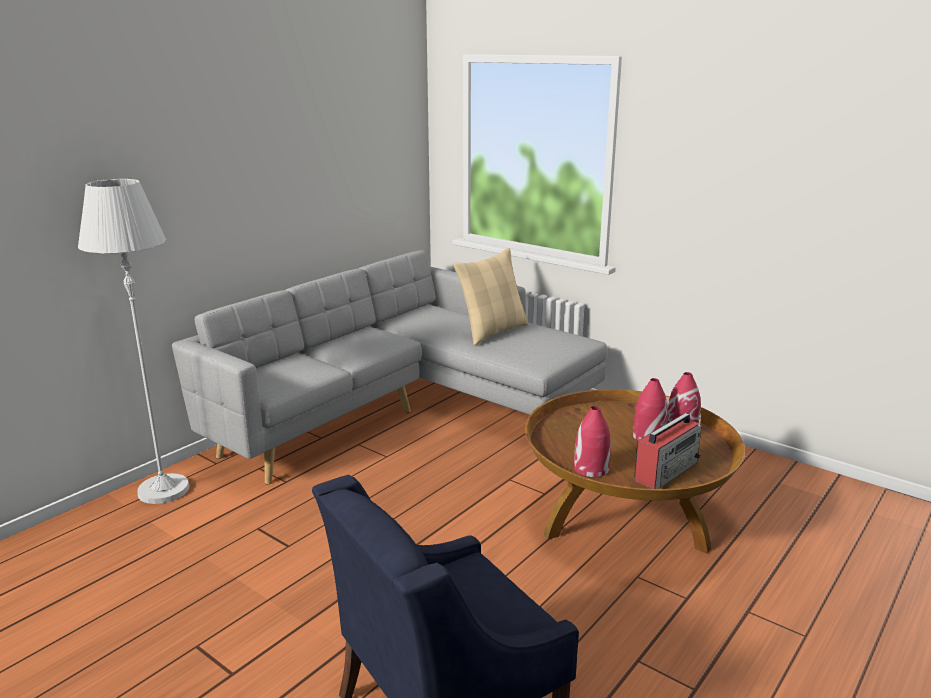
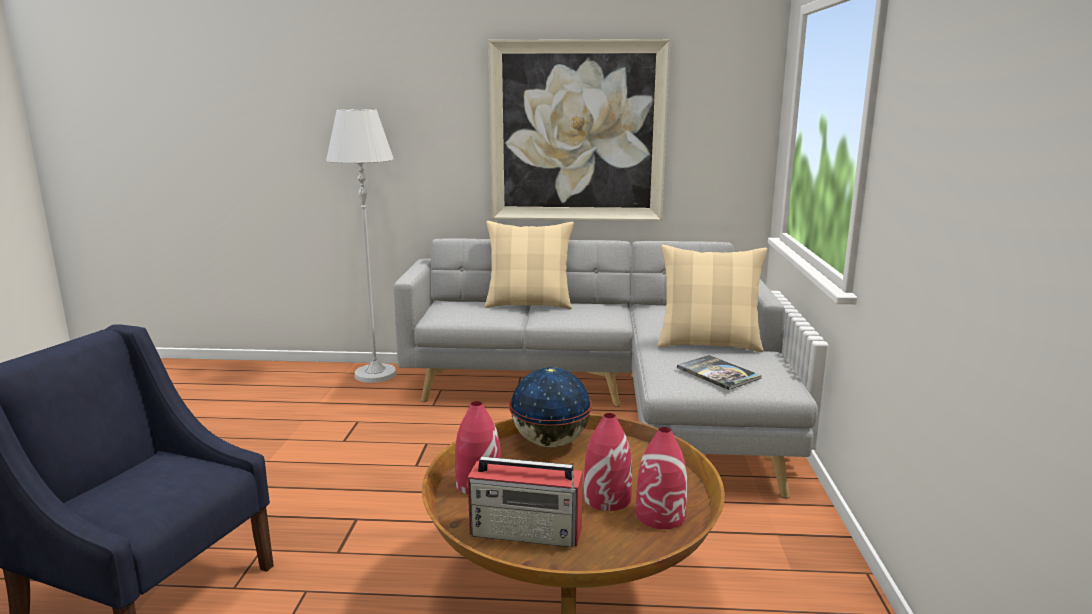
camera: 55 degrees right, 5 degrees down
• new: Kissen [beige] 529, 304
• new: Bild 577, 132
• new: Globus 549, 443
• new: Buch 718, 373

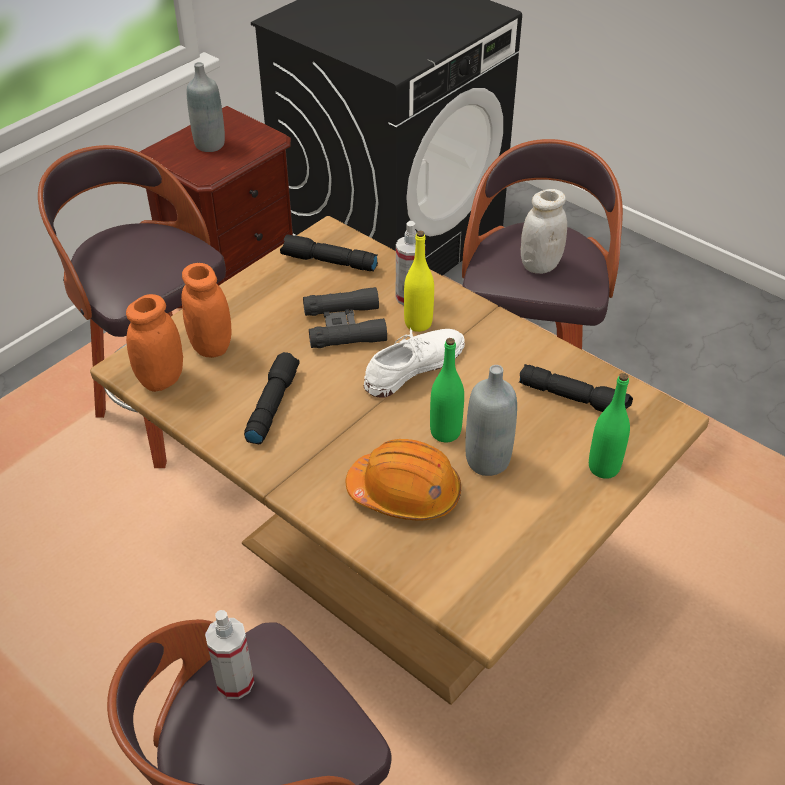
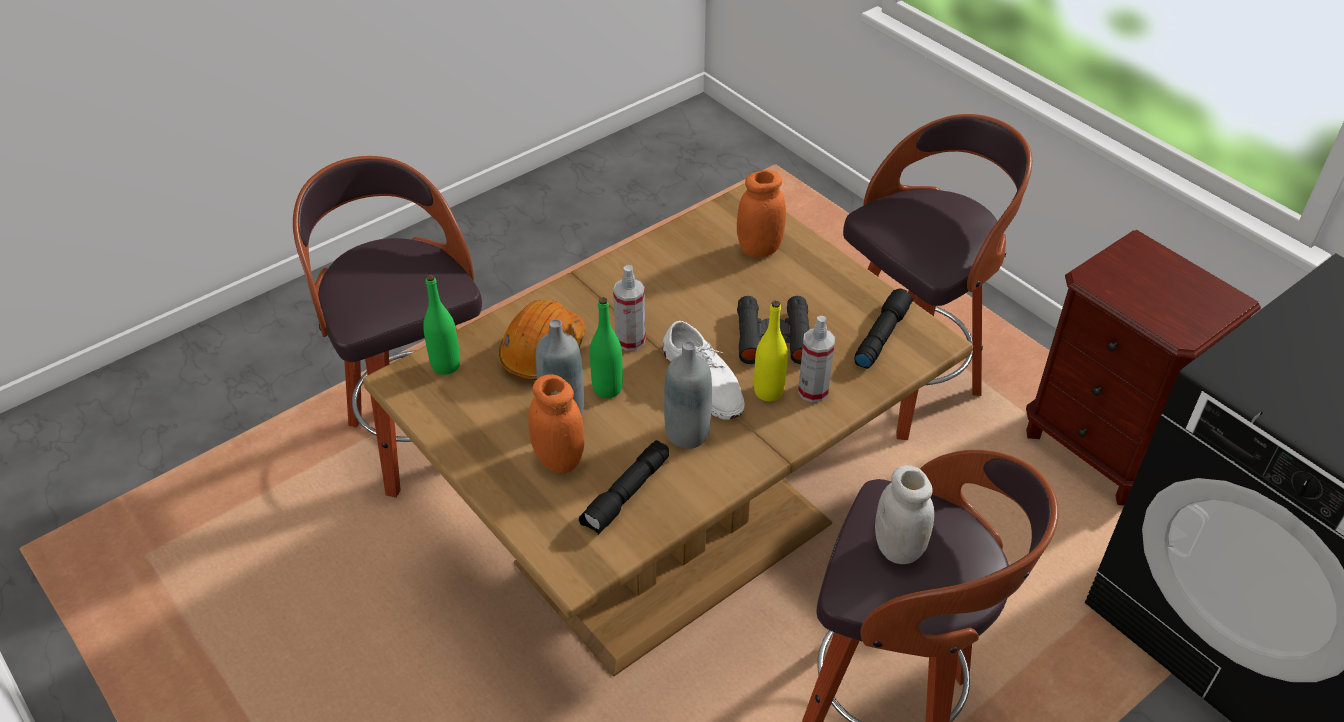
camera: 100 degrees right, 0 degrees up
• gone: Taschenlampe [schwarz] 271, 405
• shifted: Vorratsglas [orange] 161, 379 to 559, 459
• shifted: Flasche [grau] 210, 144 to 687, 434
• shifted: Sprühflasche 235, 682 to 630, 340
• shifted: Flasche [grün] 603, 467 to 446, 365

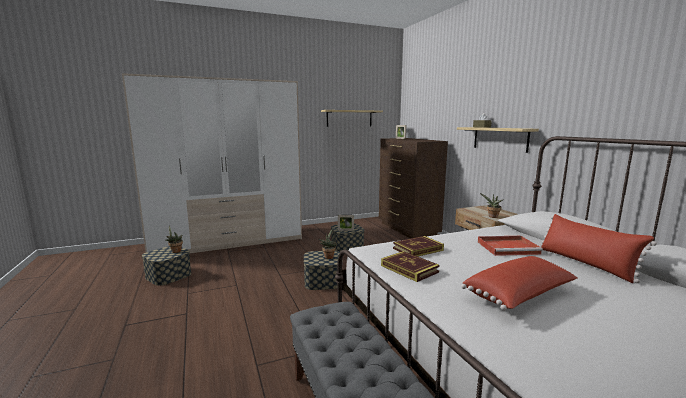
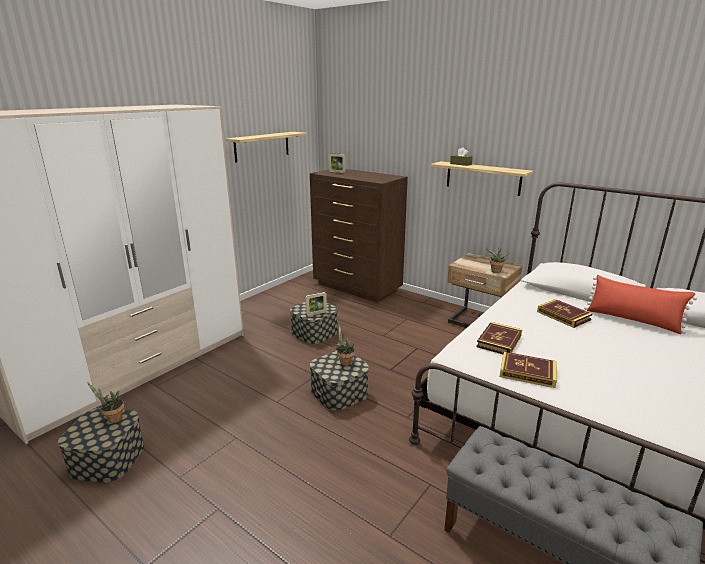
camera: 30 degrees left, 10 degrees up
• gone: Kissen [rot] 520, 296
• swapped: Tablett [rot] 508, 247 to Buch 563, 316

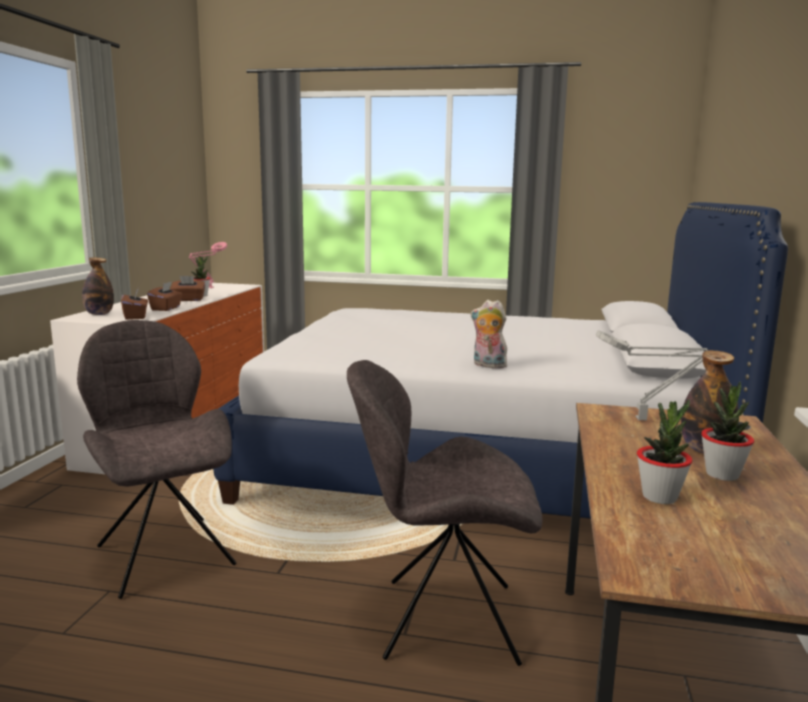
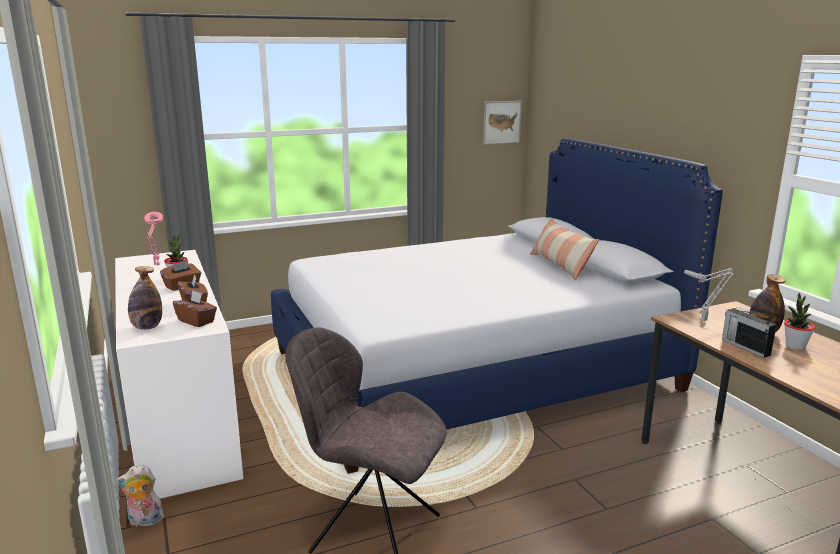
camera: 35 degrees left, 5 degrees up
• gone: Stuhl [grau] 443, 620
• gone: Topfpflanze 659, 497
• new: Bild 501, 122
• new: Kissen 560, 265
• new: Radio 744, 347
• shifted: Plüschtier 487, 365 to 144, 521

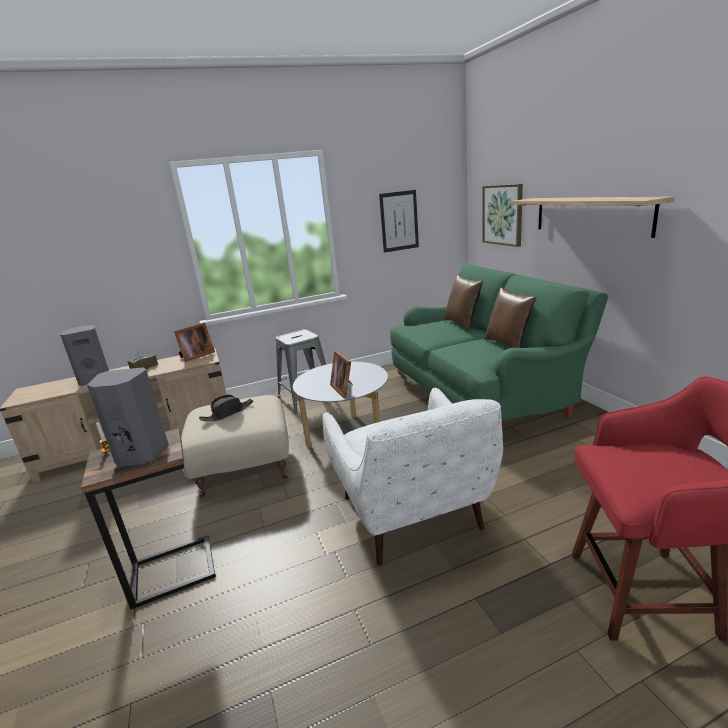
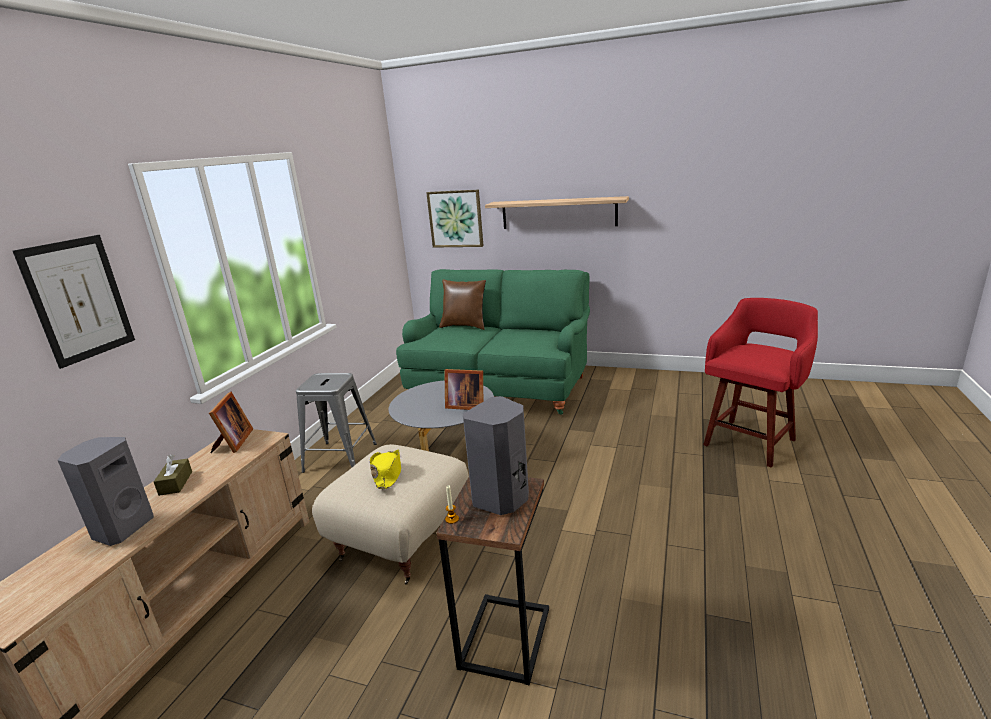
camera: 50 degrees left, 0 degrees up
• gone: Sessel [weiß] 412, 518
• gone: Kissen [braun] 508, 345
• shifted: Bild 399, 221 to 79, 299
• repainted: Hut [schwarz] 228, 413 to Hut [gelb] 387, 473

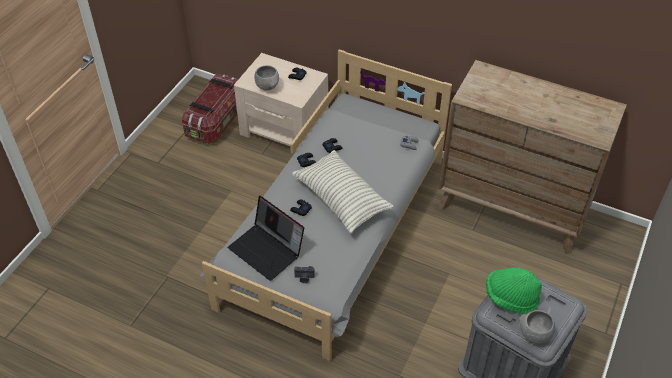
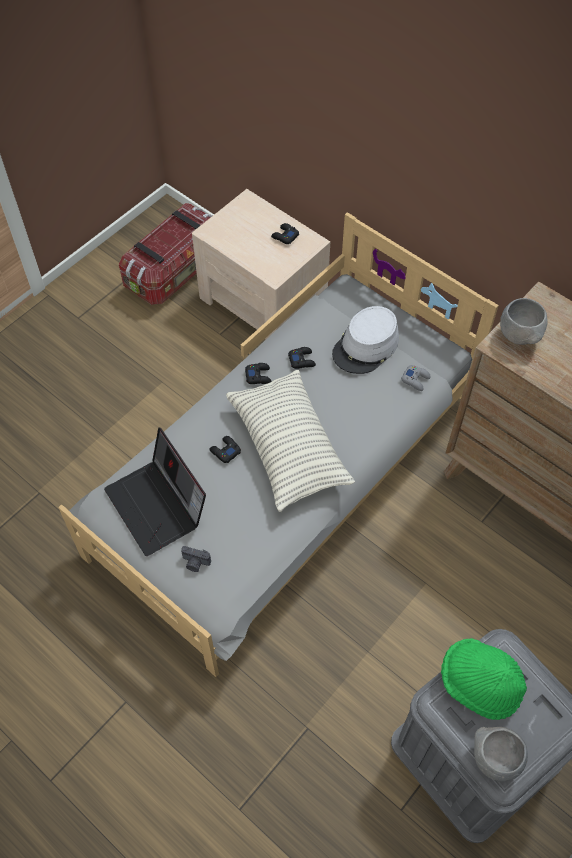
camera: 15 degrees right, 10 degrees up
• new: Hut [grau] 366, 346
• shifted: Schüssel [grau] 267, 87 to 518, 337

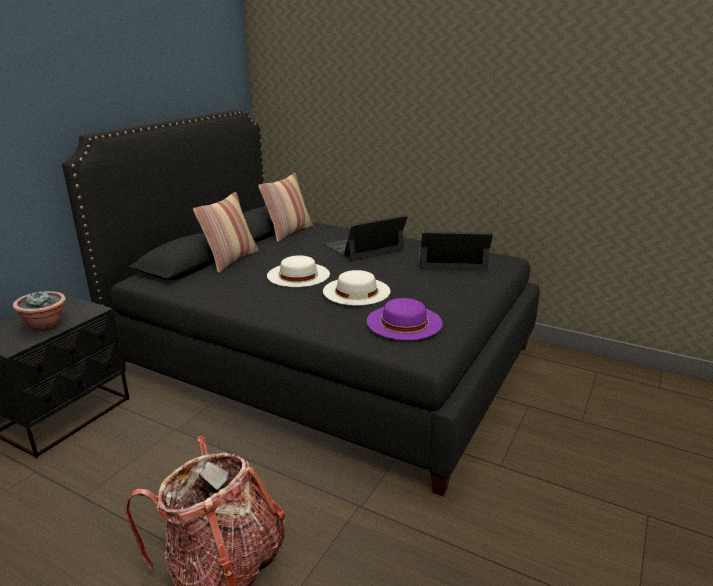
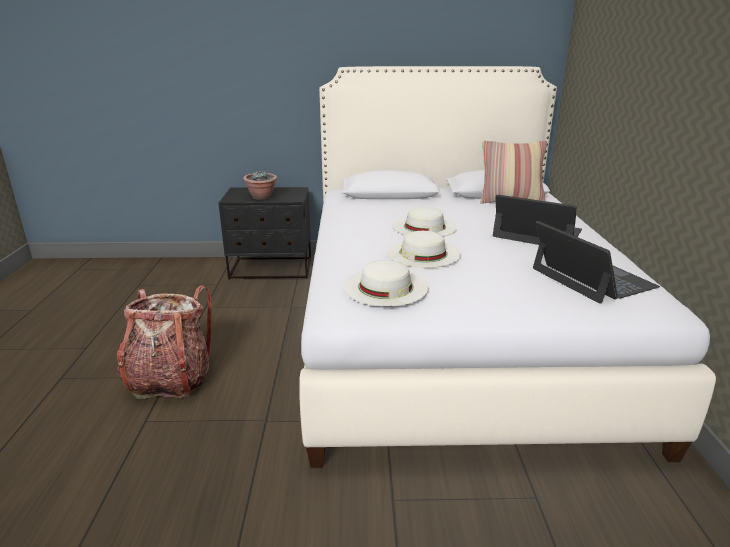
camera: 60 degrees right, 0 degrees up
• gone: Kissen 231, 260
• repainted: Bett [schwarz] 325, 358 to Bett [weiß] 451, 330
• repainted: Hut [lila] 404, 322 to Hut [weiß] 385, 287

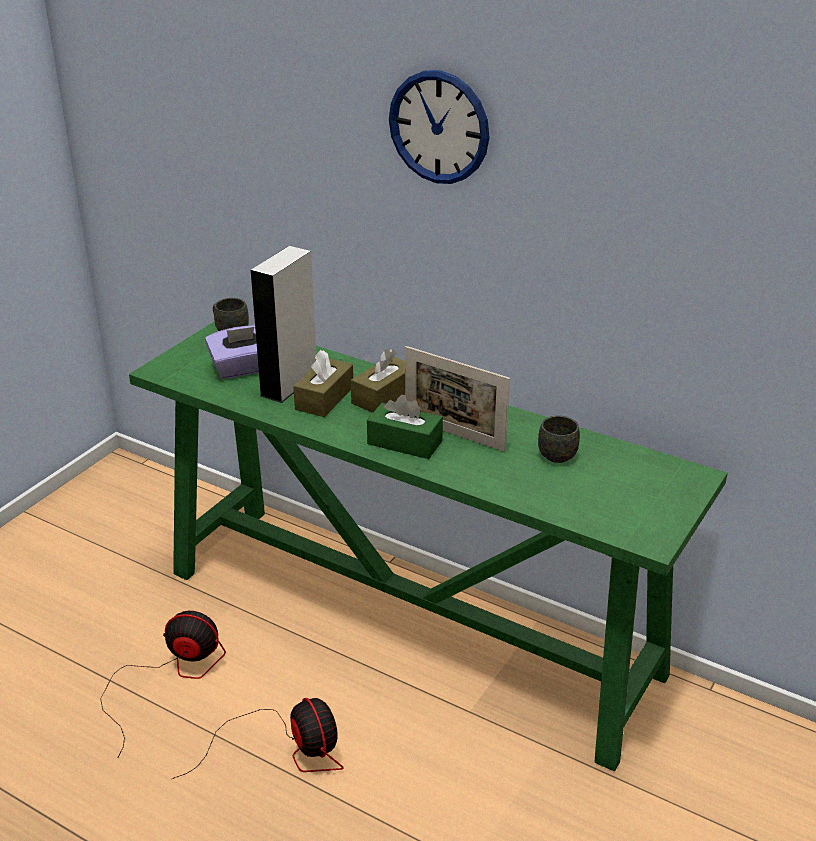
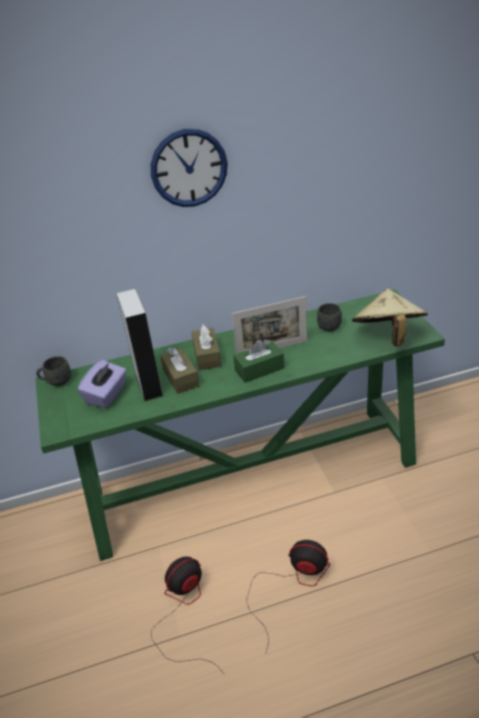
camera: 45 degrees left, 5 degrees up
• new: Hut [beige] 387, 336

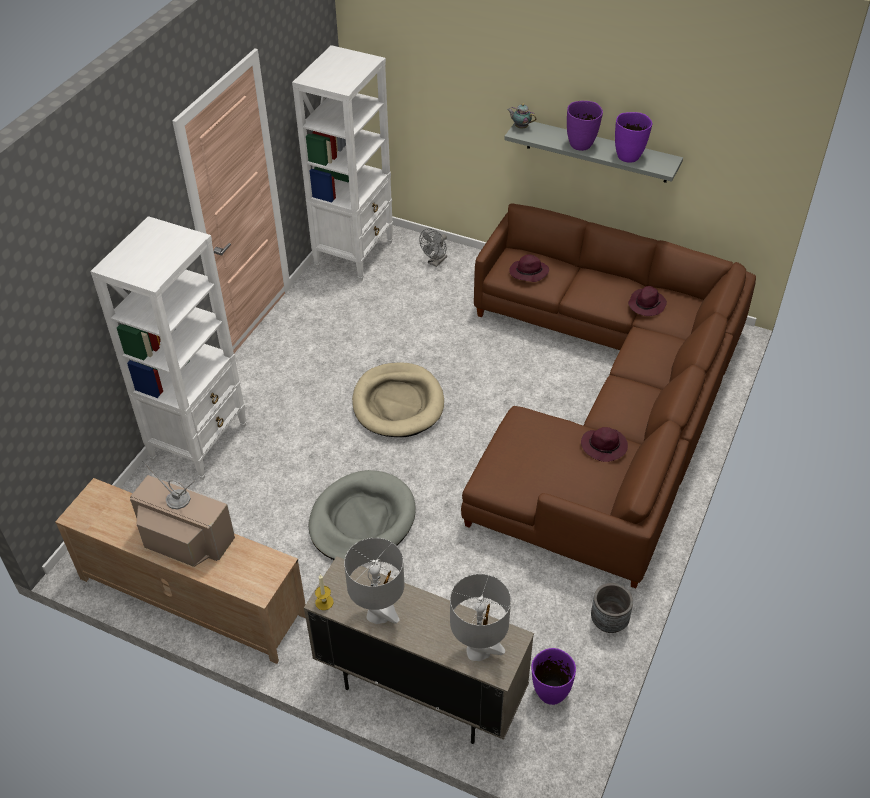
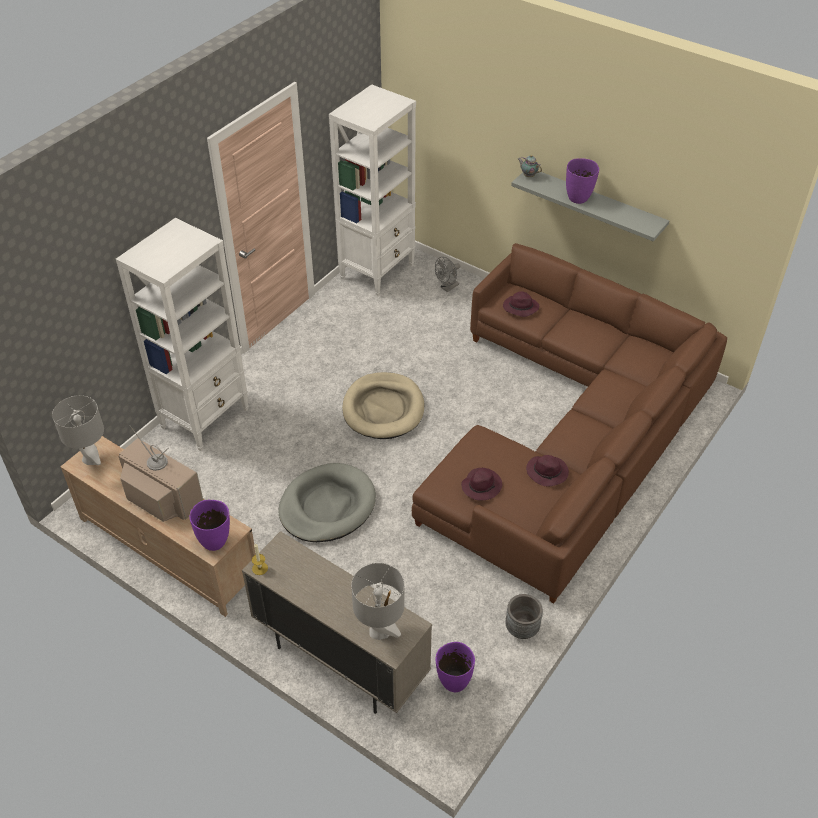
camera: 10 degrees right, 0 degrees up
• shifted: Tischlampe [grau] 378, 615 to 91, 459
• shifted: Vase [lila] 628, 156 to 215, 541
• shifted: Hut [lila] 646, 304 to 481, 485

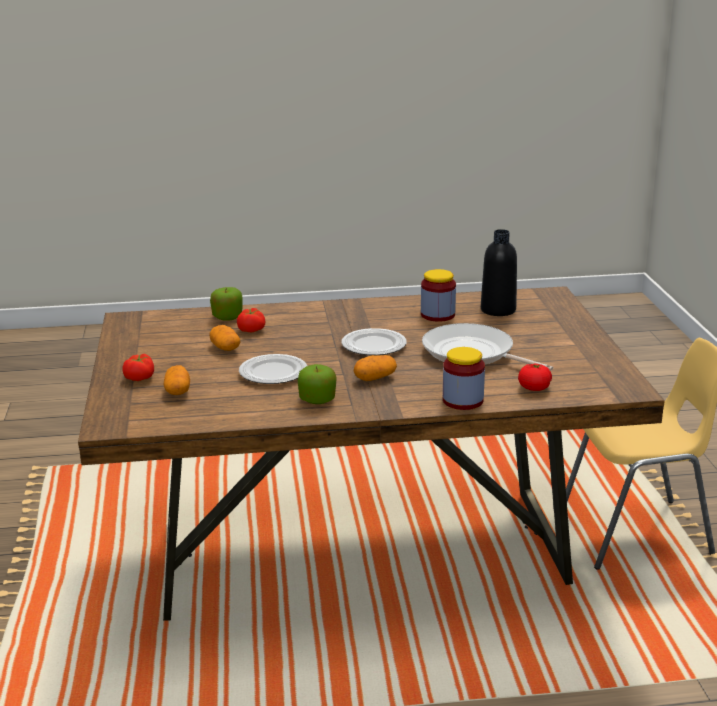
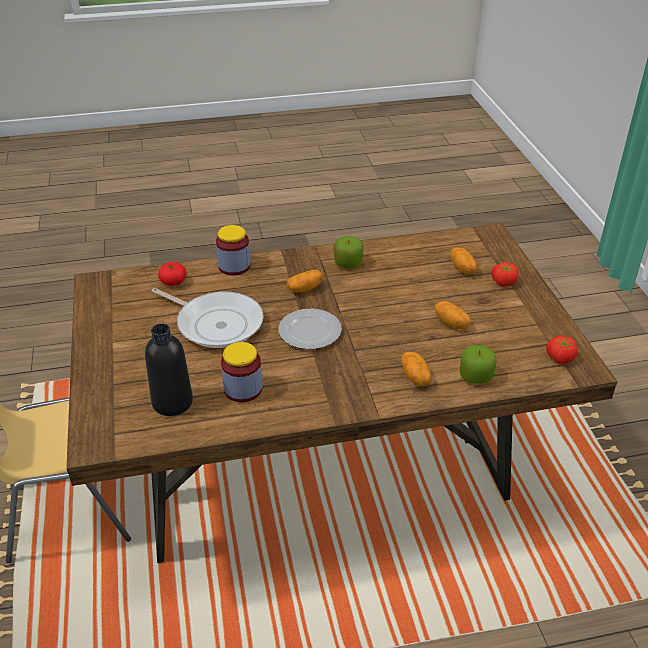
camera: 175 degrees right, 15 degrees up
• gone: Teller 272, 373
• new: Kartoffel 415, 377
• shifted: Tomate 252, 330 to 559, 357

